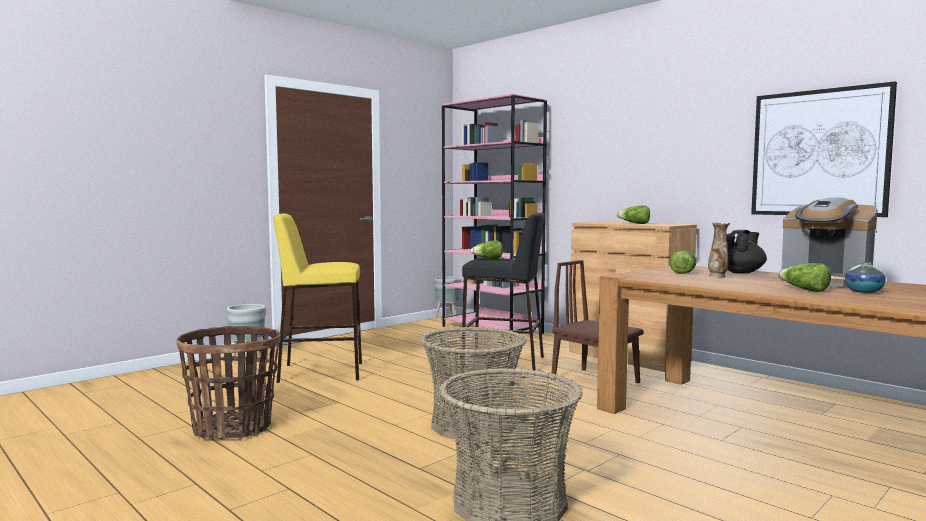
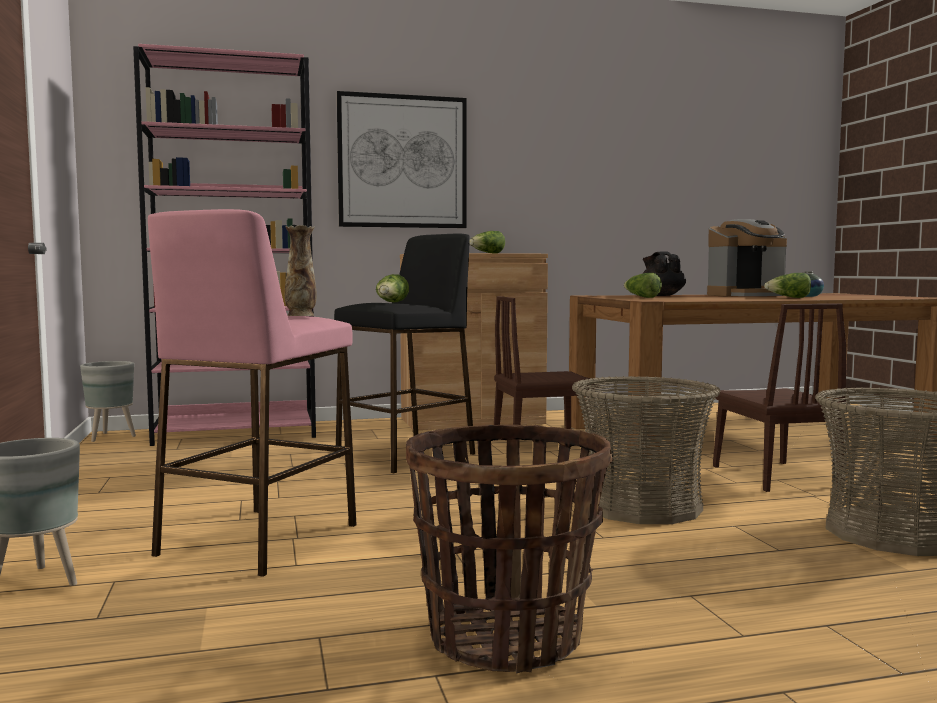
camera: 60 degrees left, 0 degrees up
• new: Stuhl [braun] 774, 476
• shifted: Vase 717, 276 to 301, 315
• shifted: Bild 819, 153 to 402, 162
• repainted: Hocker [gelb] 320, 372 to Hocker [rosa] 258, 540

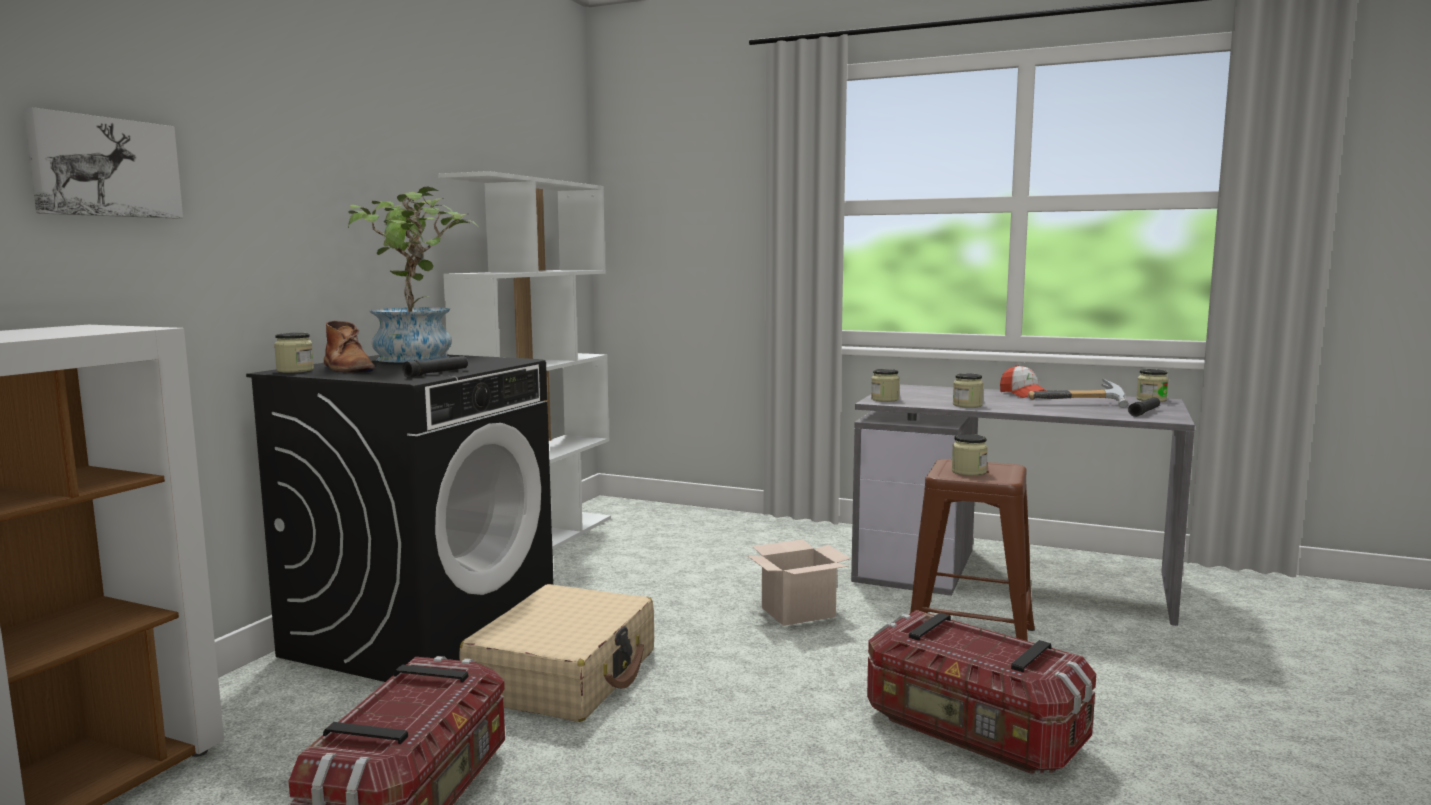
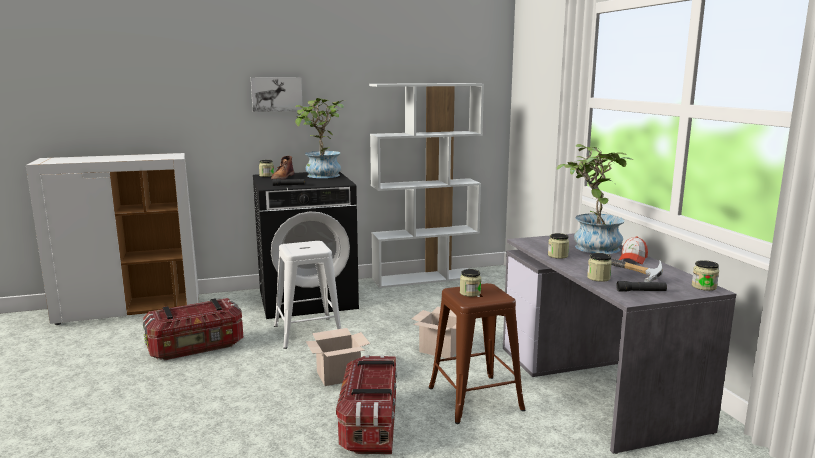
camera: 50 degrees right, 5 degrees up
• new: Karton 339, 375
• new: Topfpflanze 591, 246
• shifted: Bild 104, 167 to 276, 94
• shifted: Vorratsglas 884, 399 to 598, 278
• swapped: Koffer [beige] 565, 675 to Hocker [weiß] 308, 332

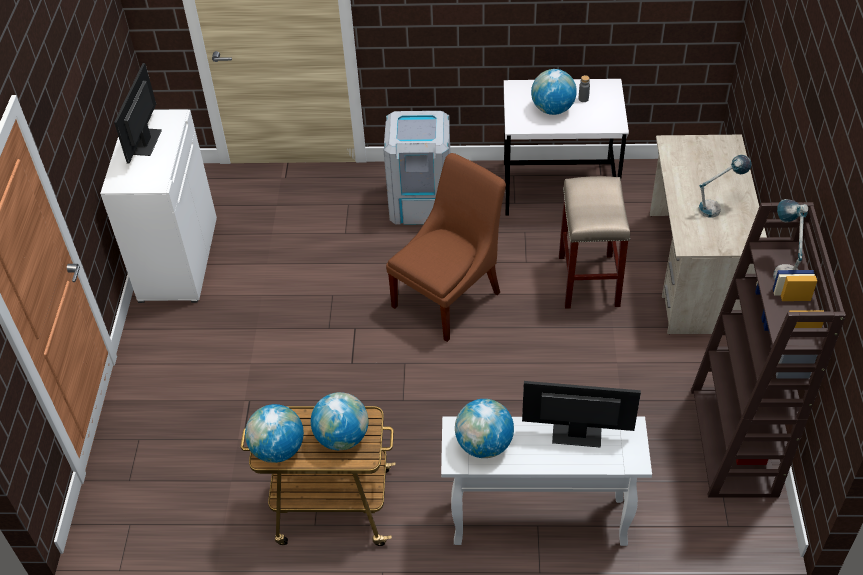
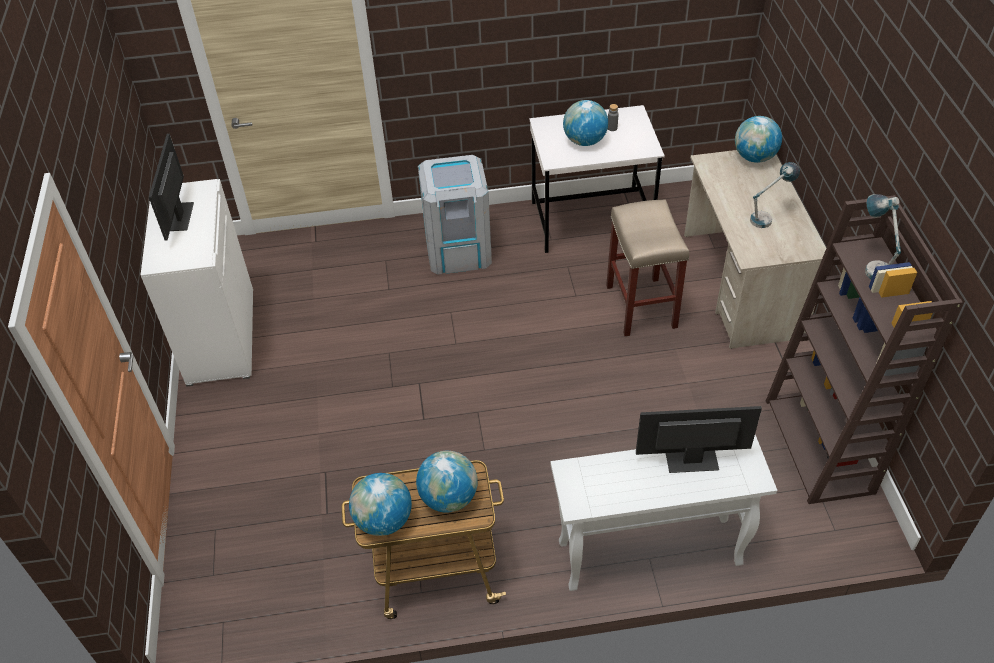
camera: 10 degrees left, 0 degrees up
• gone: Stuhl [braun] 450, 296
• shifted: Globus 484, 445 to 754, 157

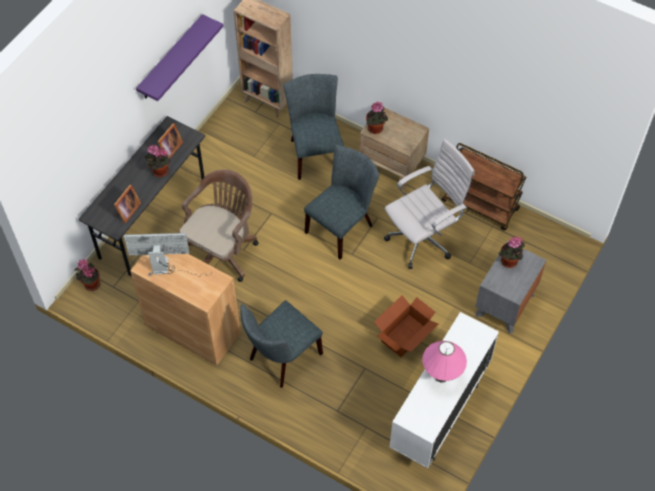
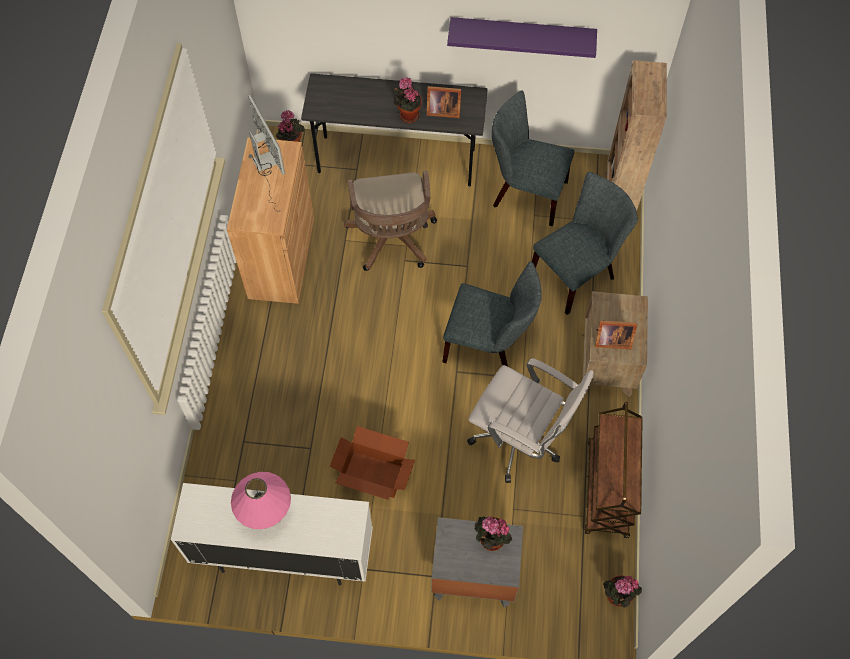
camera: 65 degrees right, 5 degrees up
• shifted: Bilderrahmen 126, 211 to 611, 340
• shifted: Stuhl [grau] 282, 358 to 525, 193
• shifted: Topfpflanze 376, 129 to 616, 597
• rotated: Bürostuhl [braun] 222, 251 = 392, 241 75 degrees clockwise

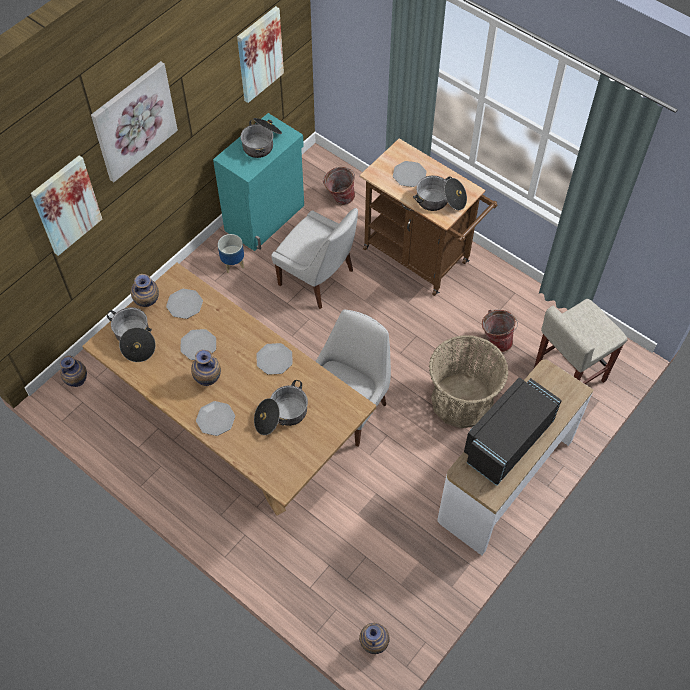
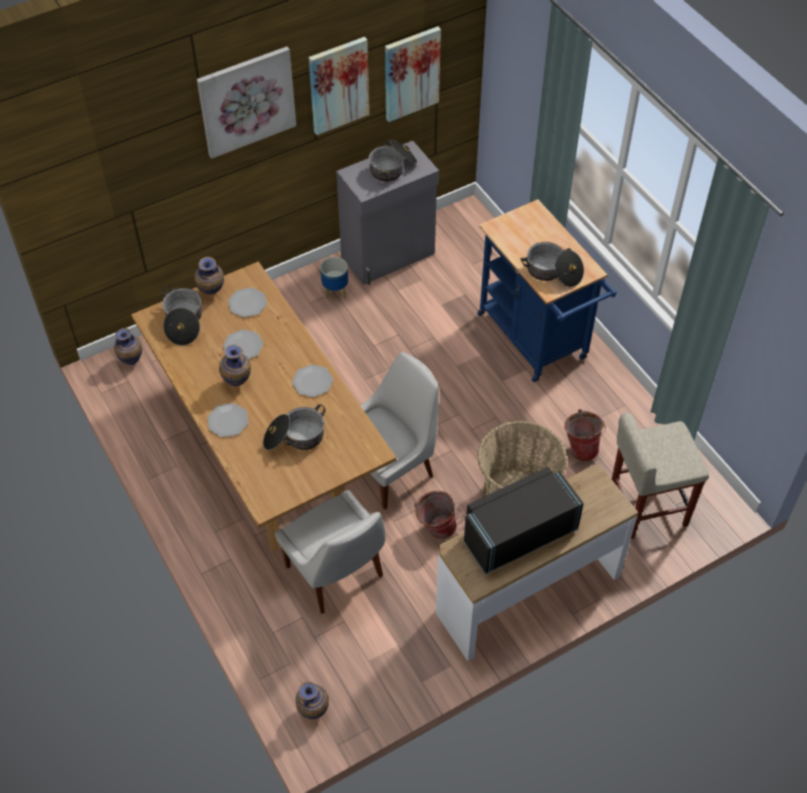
camera: 20 degrees right, 5 degrees down
• gone: Teller 409, 175
• shifted: Bild 66, 205 to 338, 85
• shifted: Stuhl [weiß] 318, 279 to 336, 574
• shifted: Eimer 339, 199 to 435, 528
• repainted: Schrank [türkis] 266, 218 to Schrank [grau] 389, 255
• repainted: Rollwagen [braun] 421, 258 to Rollwagen [blau] 536, 341

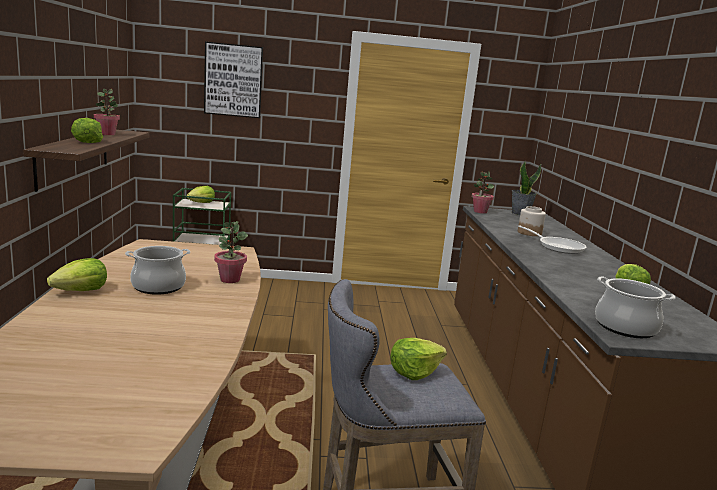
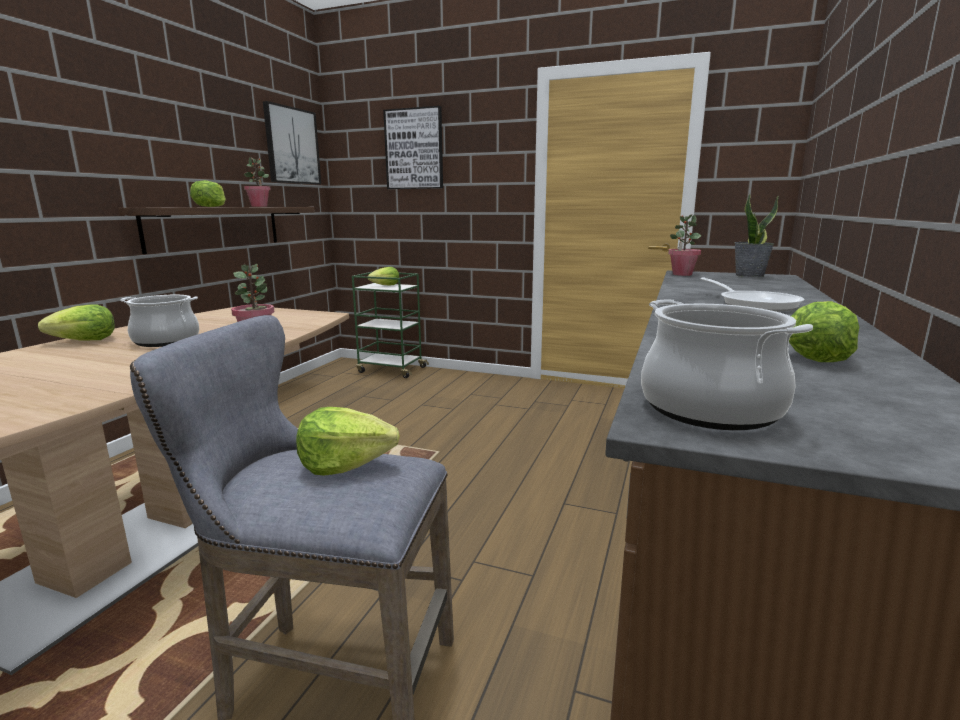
camera: 25 degrees right, 0 degrees up
• gone: Vorratsglas 529, 233
• new: Bild 292, 146

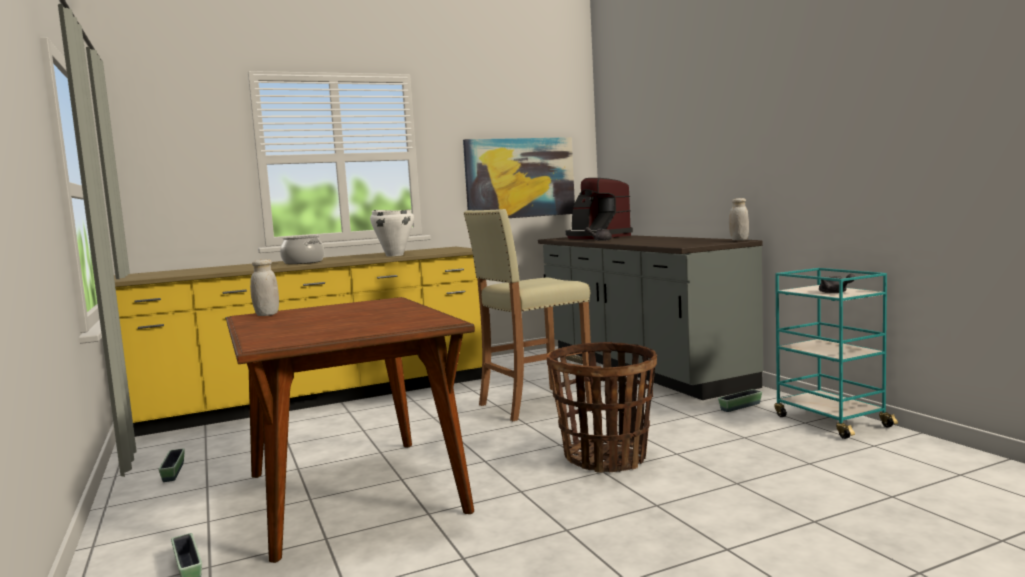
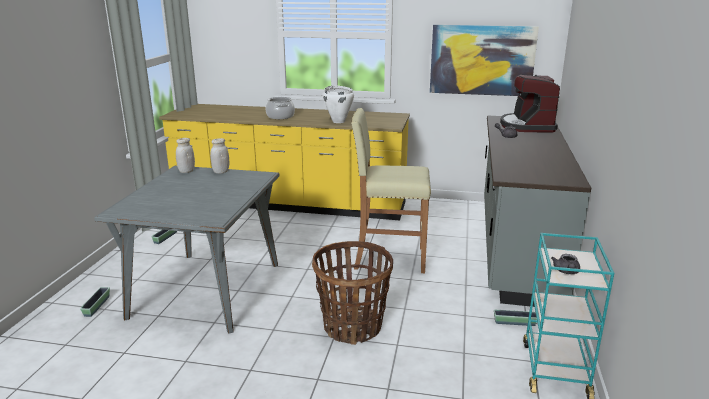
camera: 35 degrees right, 15 degrees up
• shifted: Vorratsglas [weiß] 739, 240 to 221, 172
• repainted: Esstisch [braun] 354, 493 to Esstisch [grau] 207, 290

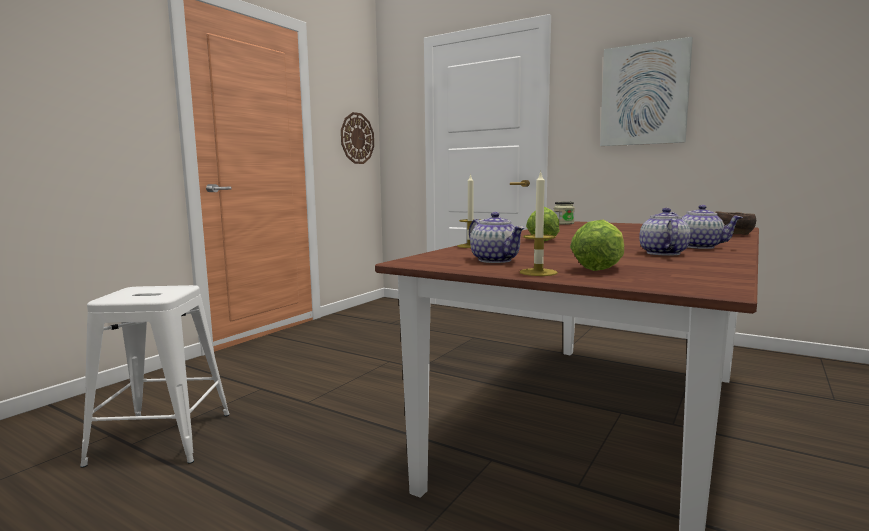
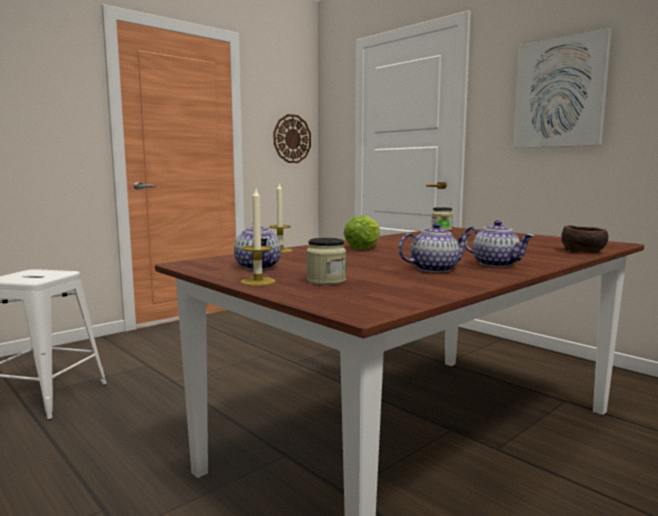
camera: 15 degrees right, 0 degrees up
• swapped: Salatkopf 600, 268 to Vorratsglas 326, 281
• rotated: Teekanne 662, 253 = 434, 269 45 degrees clockwise

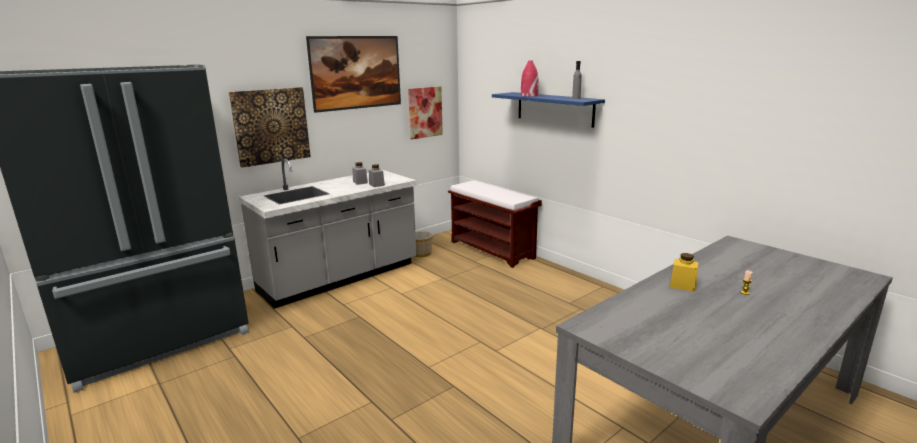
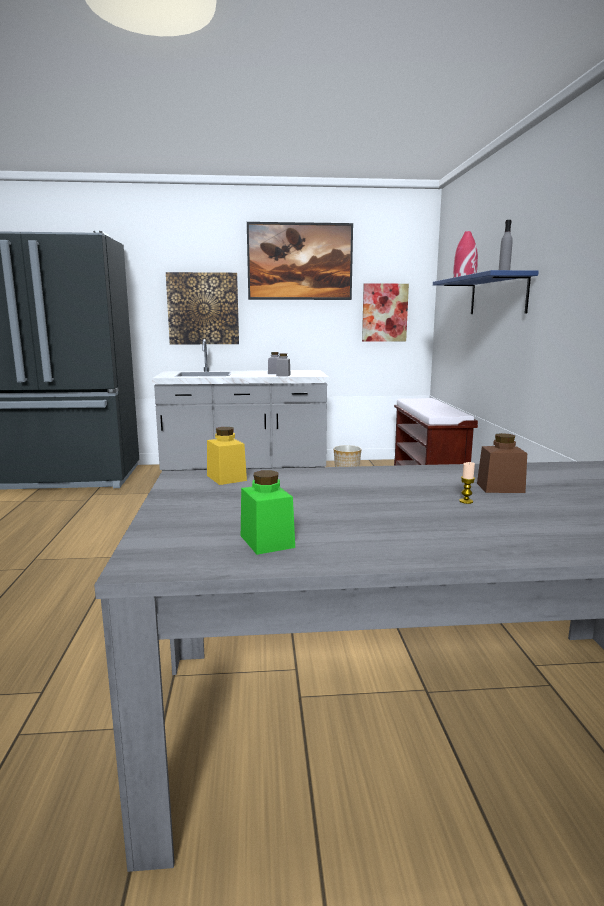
camera: 35 degrees right, 5 degrees down
• new: Vorratsglas [grün] 267, 541
• new: Vorratsglas [braun] 500, 488
• shifted: Vorratsglas [gelb] 682, 285 to 226, 478

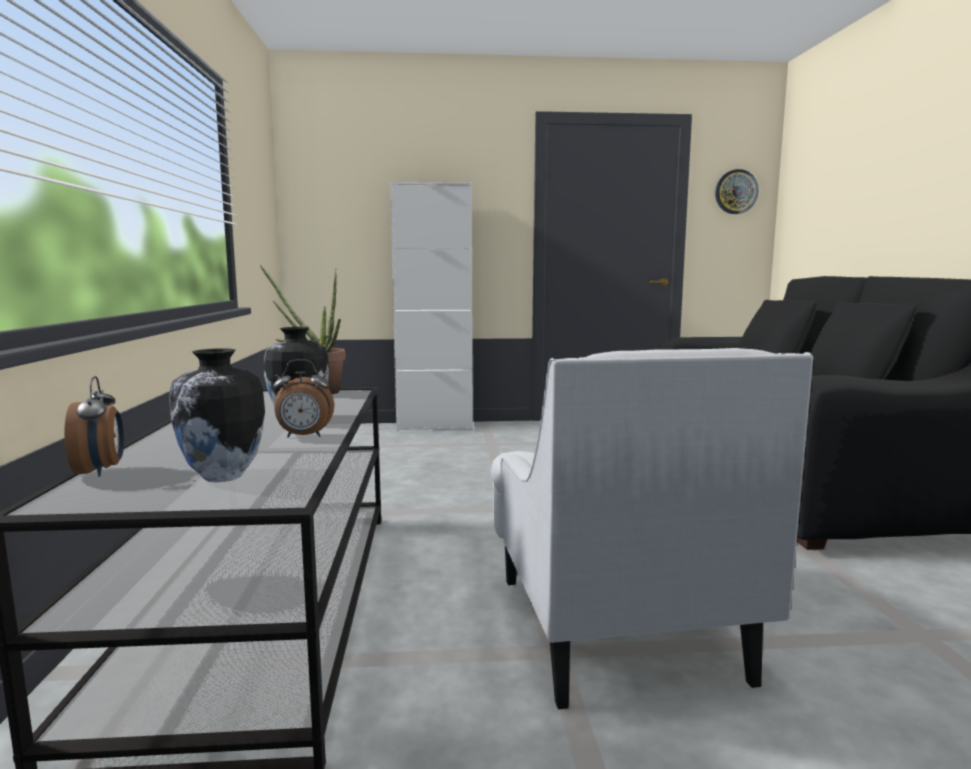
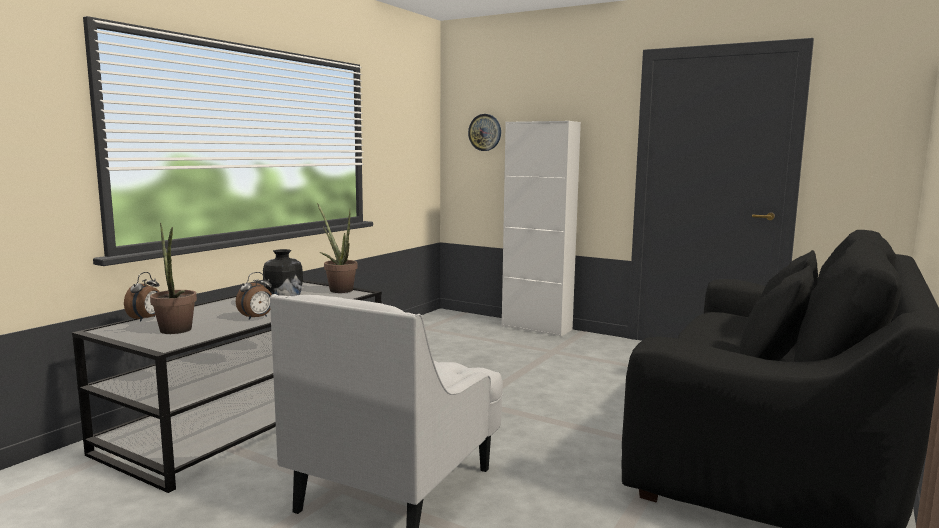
camera: 35 degrees right, 0 degrees up
• shifted: Wanduhr 736, 192 to 485, 132
• swapped: Vase 222, 477 to Topfpflanze 176, 331
• rotated: Wecker 304, 436 = 257, 318 75 degrees counterclockwise

